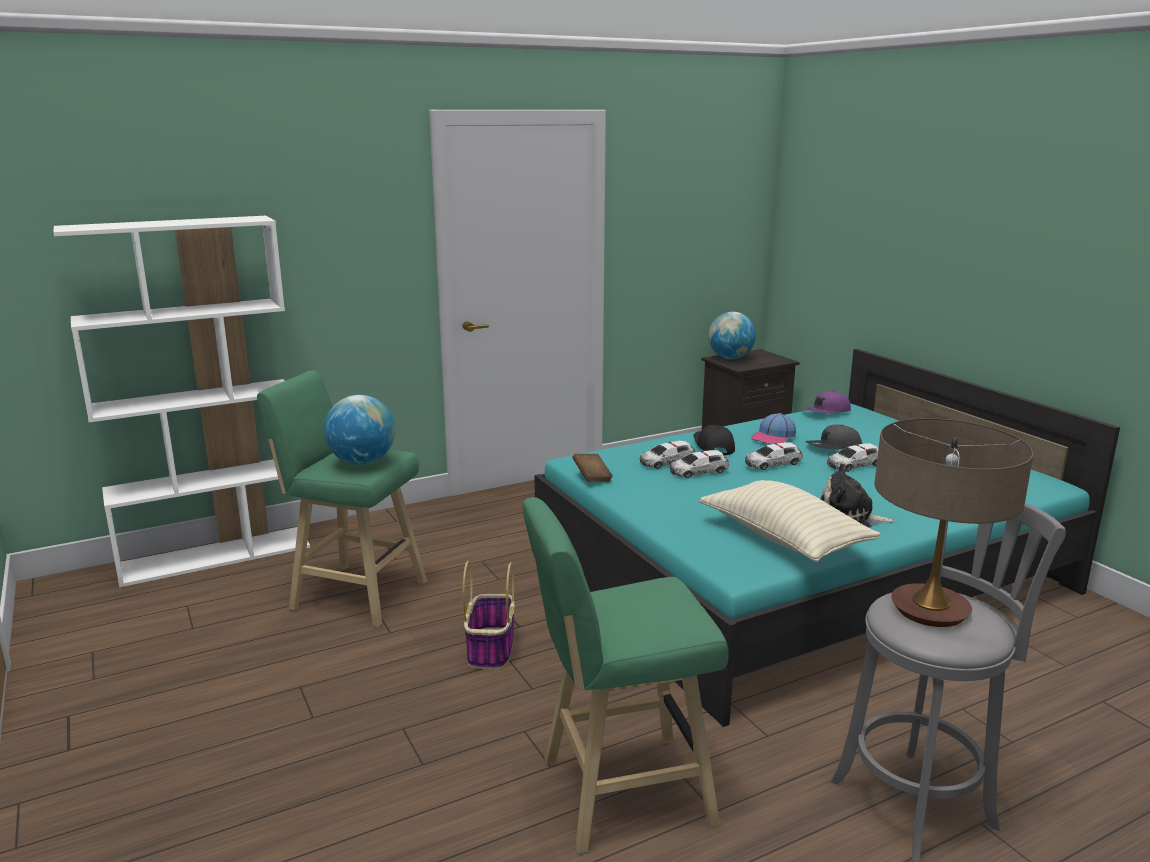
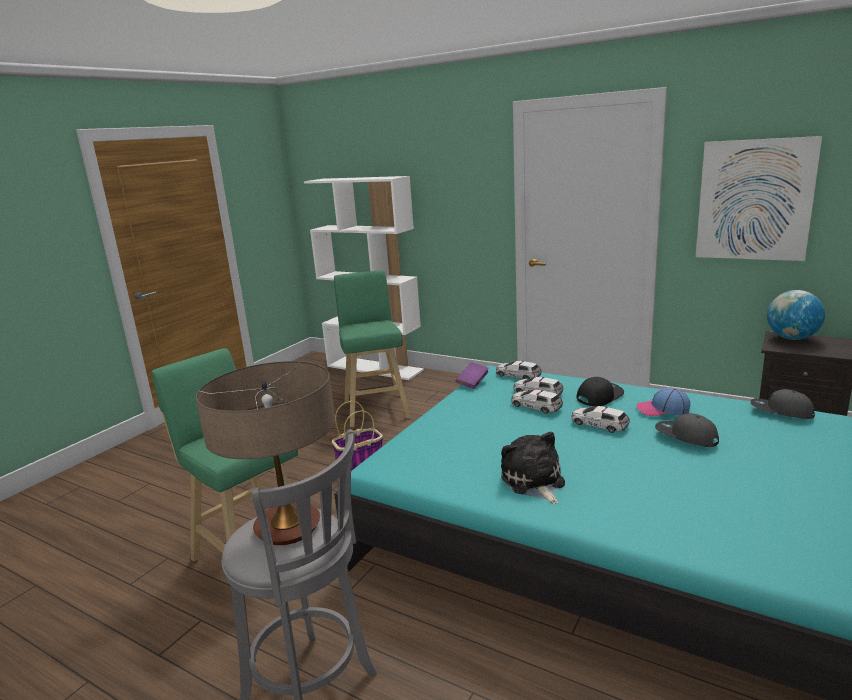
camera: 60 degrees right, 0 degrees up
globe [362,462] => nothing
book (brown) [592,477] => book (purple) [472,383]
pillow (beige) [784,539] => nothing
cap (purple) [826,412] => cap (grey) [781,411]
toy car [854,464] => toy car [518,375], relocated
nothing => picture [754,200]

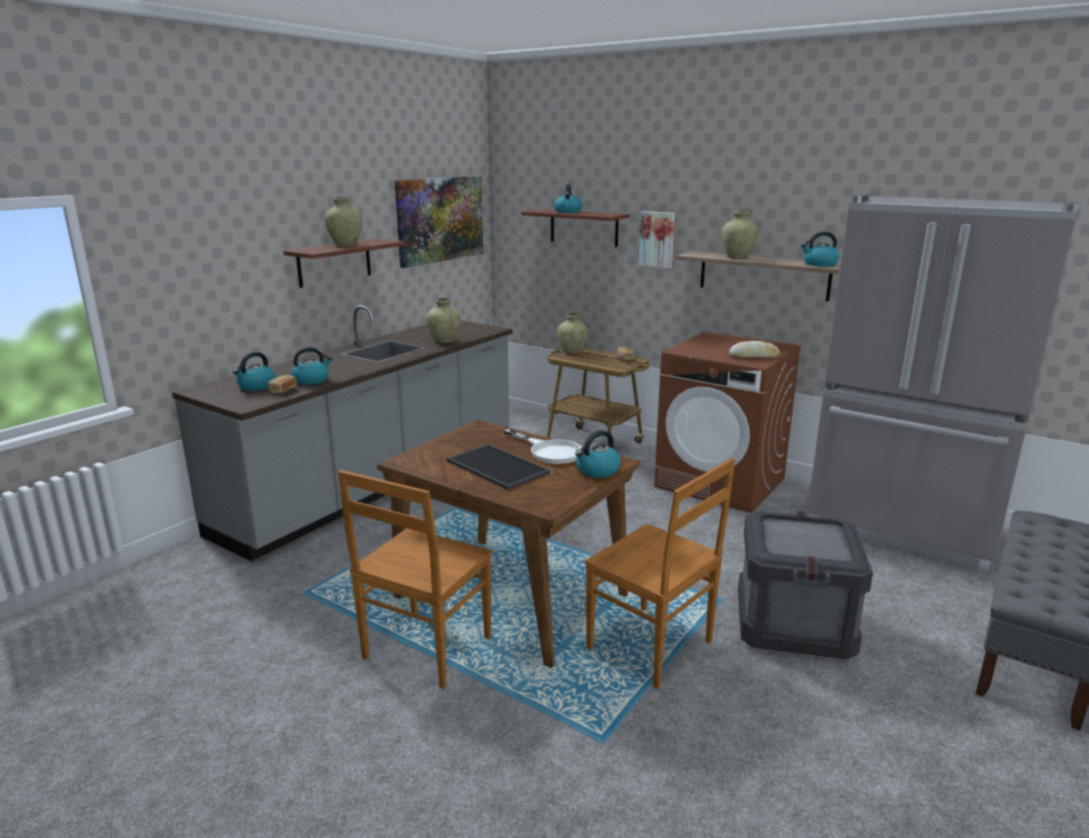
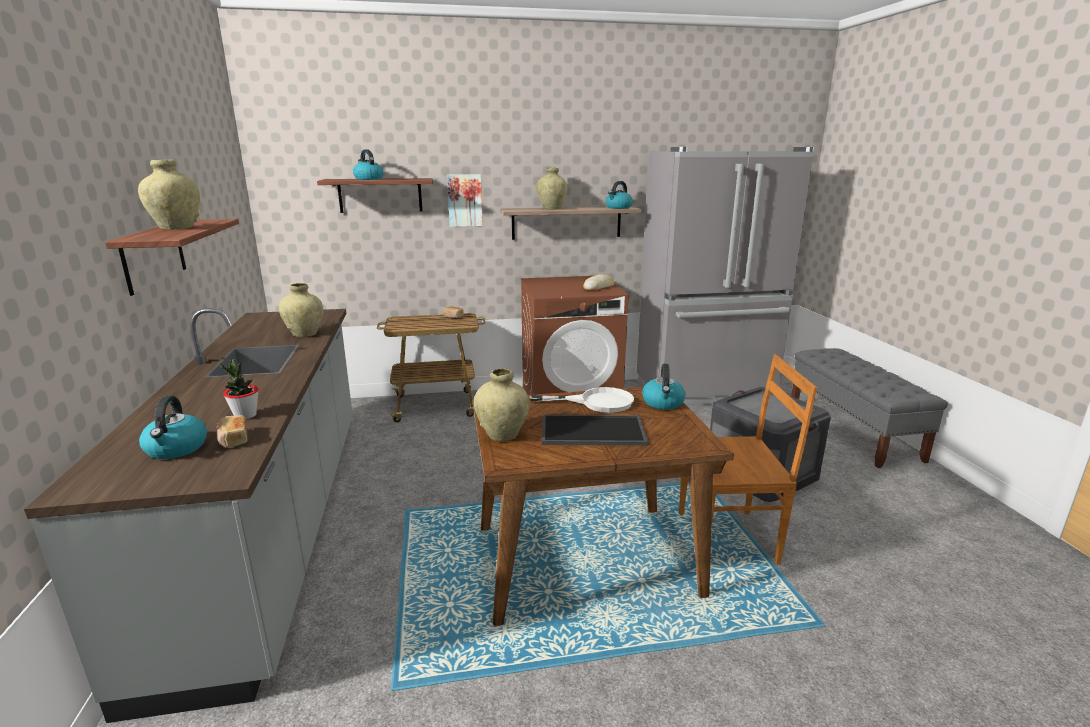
camera: 45 degrees left, 0 degrees up
kettle [311,380] => potted plant [245,416]
chair (brown) [425,650] => nothing
picture [440,219] => nothing
vase (beige) [572,352] => vase (beige) [502,435], relocated

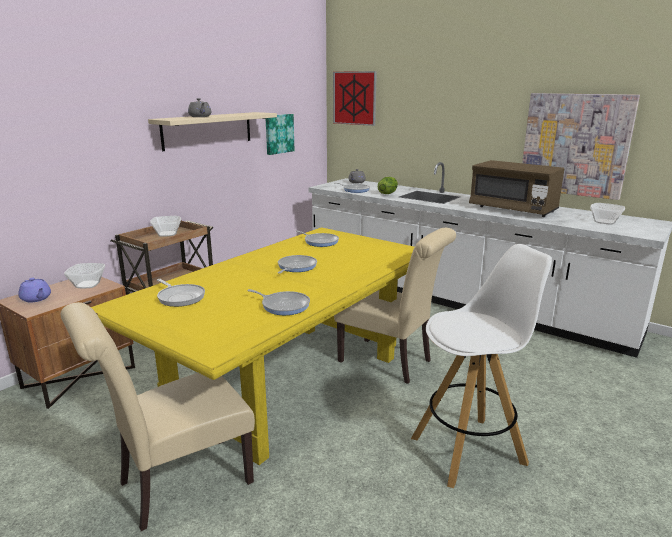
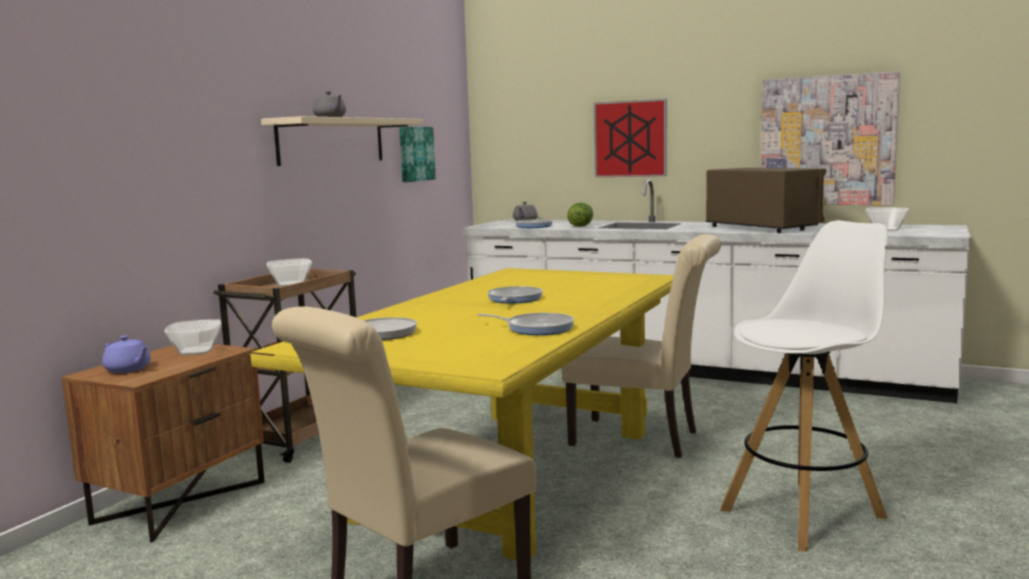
camera: 10 degrees left, 10 degrees down
frying pan [320,242] => nothing
picture [354,98] => picture [630,139], relocated
microwave (brown) [512,209] => microwave (brown) [762,228], 150 degrees counterclockwise

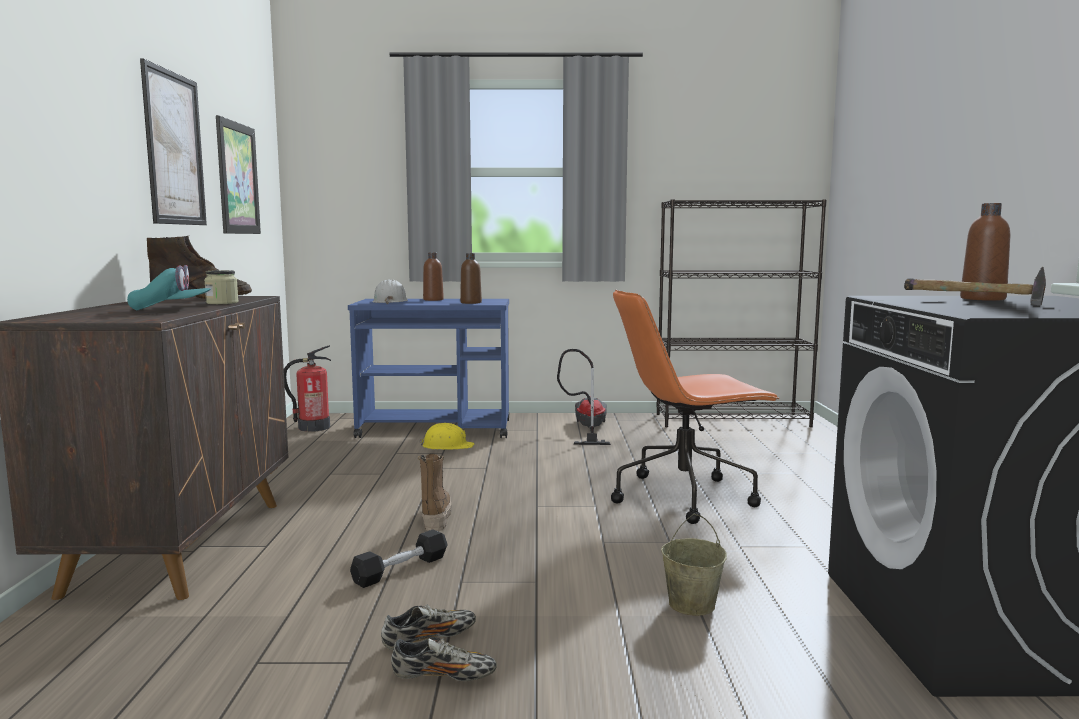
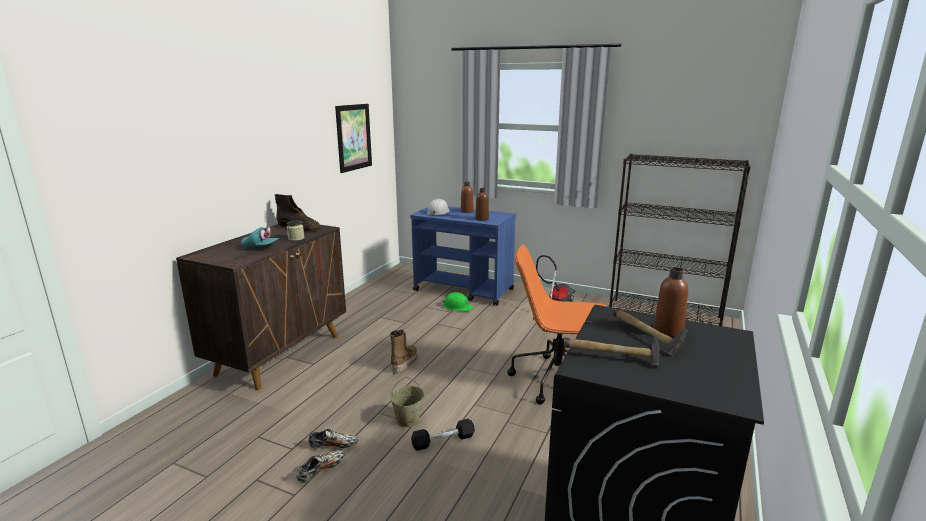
camera: 25 degrees right, 10 degrees up
picture [174,149] => nothing
fire extinguisher [313,427] => nothing
dumbbell (black) [400,570] => dumbbell (black) [443,441], relocated
shoe [444,677] => shoe [321,470], 75 degrees counterclockwise
hard hat (yellow) [447,446] => hard hat (green) [457,306]
bucket (beige) [691,604] => bucket (beige) [408,419], relocated
nothing => hammer [612,358]

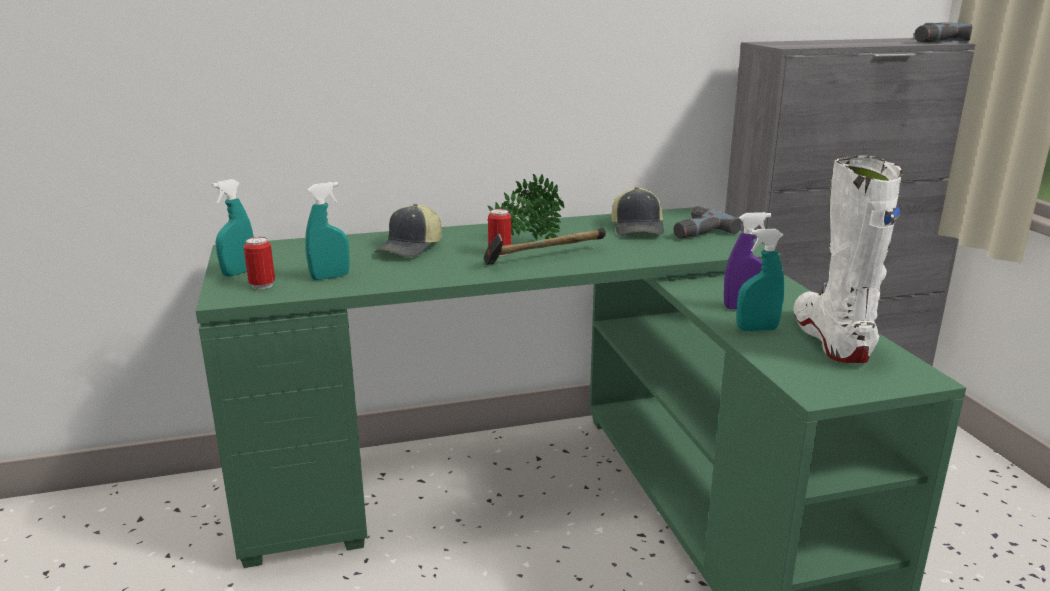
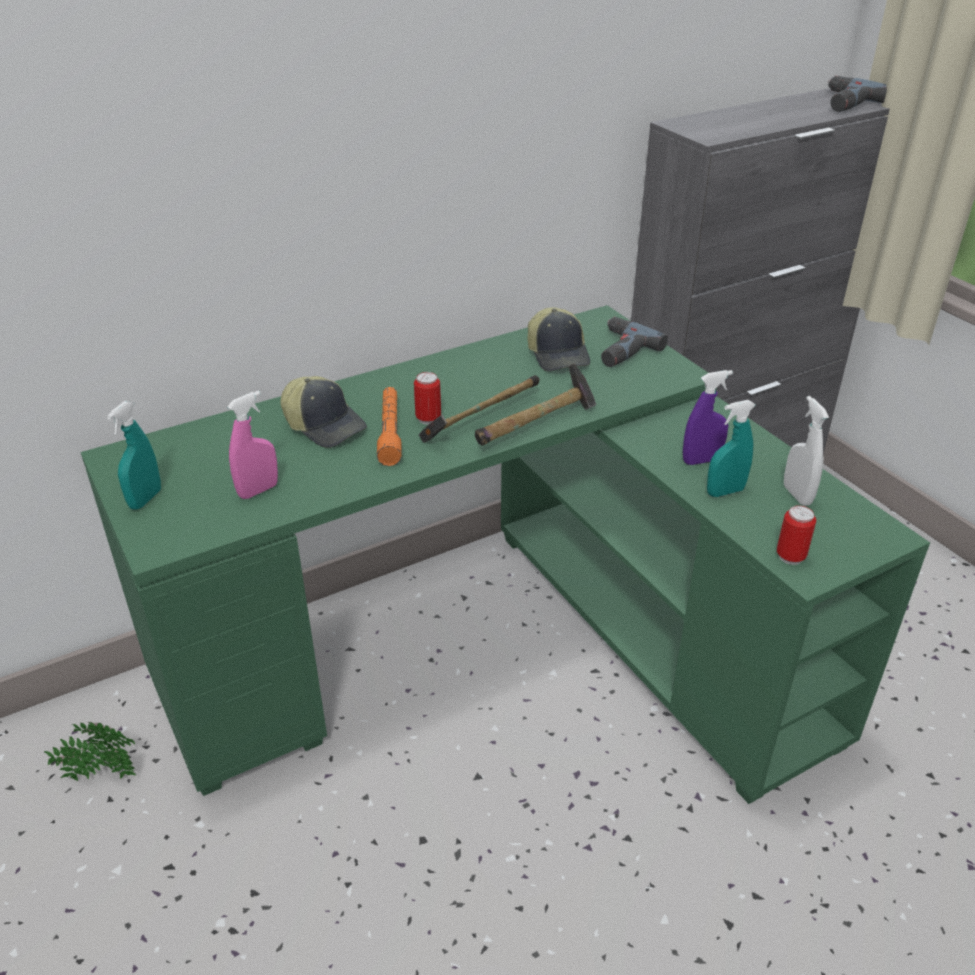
camera: 15 degrees left, 15 degrees up
can [262,285] => can [790,557], relocated
spray bottle (turquoise) [330,277] => spray bottle (pink) [258,490]
cap [411,248] => cap [325,425], 60 degrees counterclockwise
potted plant [526,241] => potted plant [100,774], relocated
boot (white) [831,339] => spray bottle (white) [797,495]
nothing => flashlight (orange) [390,432]
nothing => hammer [538,425]

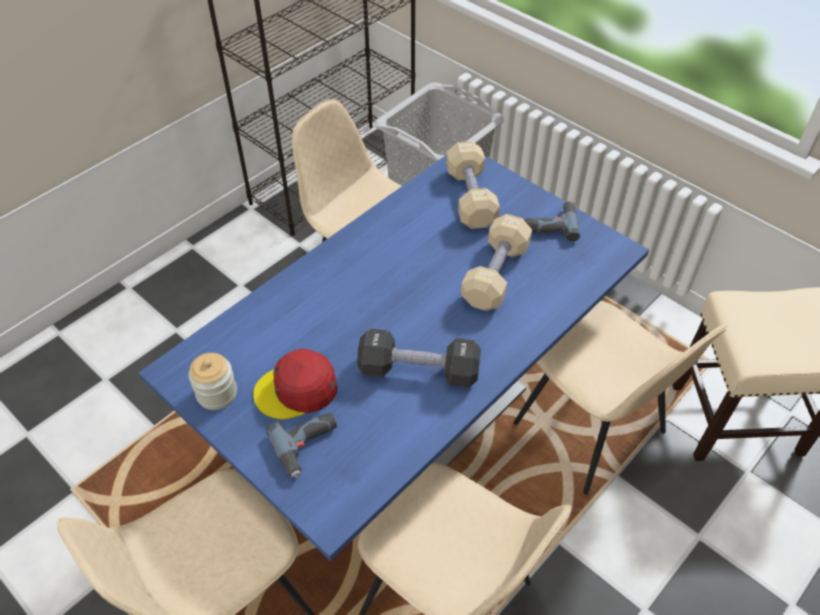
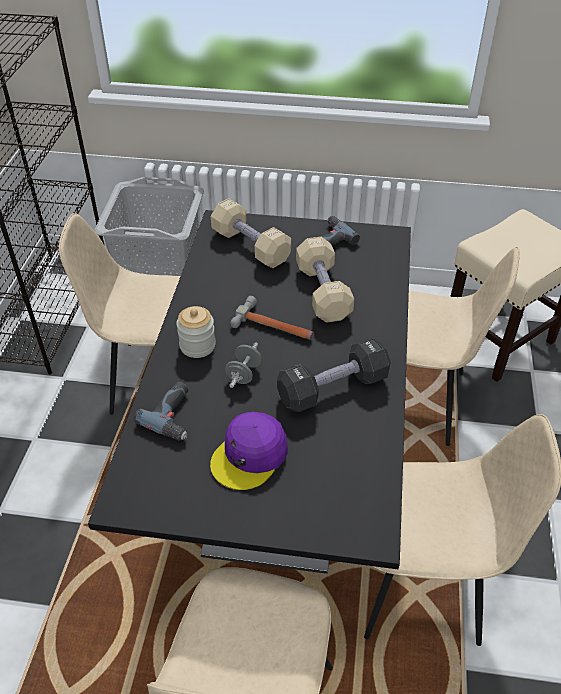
camera: 35 degrees left, 5 degrees down
dining table (blue) [409,423] => dining table (black) [280,469]
jar [217,393] => jar [197,346], relocated
cap (red) [297,390] => cap (purple) [250,456]
power drill [308,446] => power drill [175,416], relocated
nothing => dumbbell (grey) [244,374]
nothing => hammer [274,327]

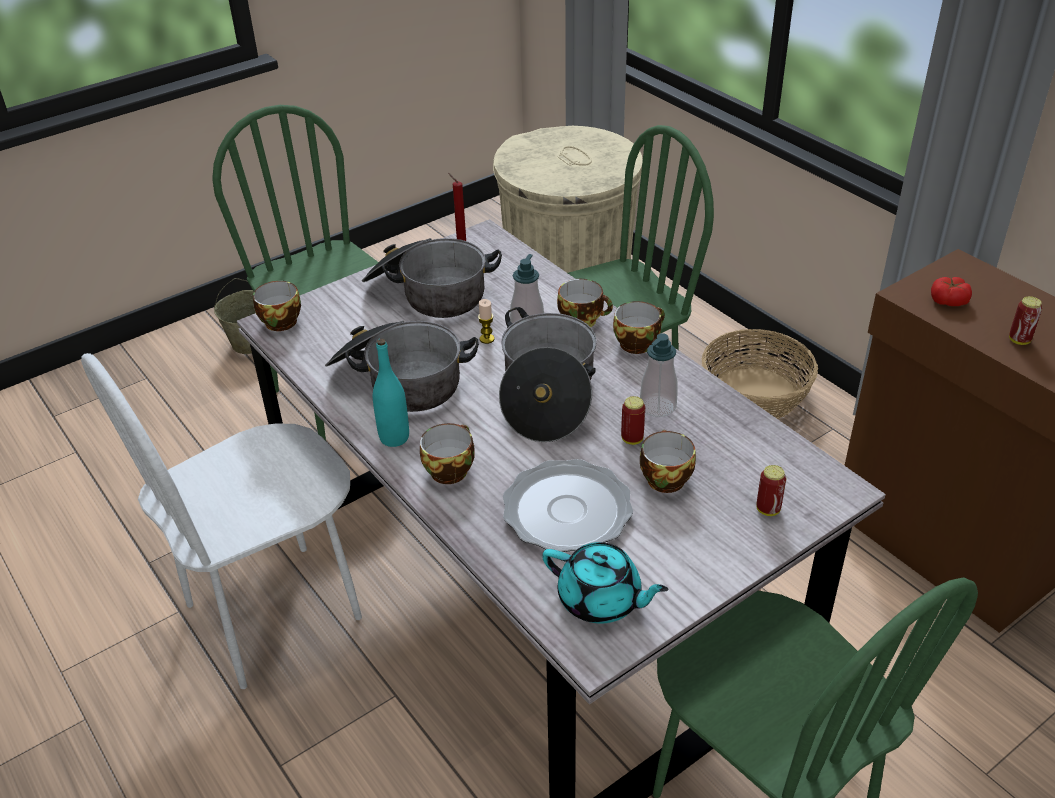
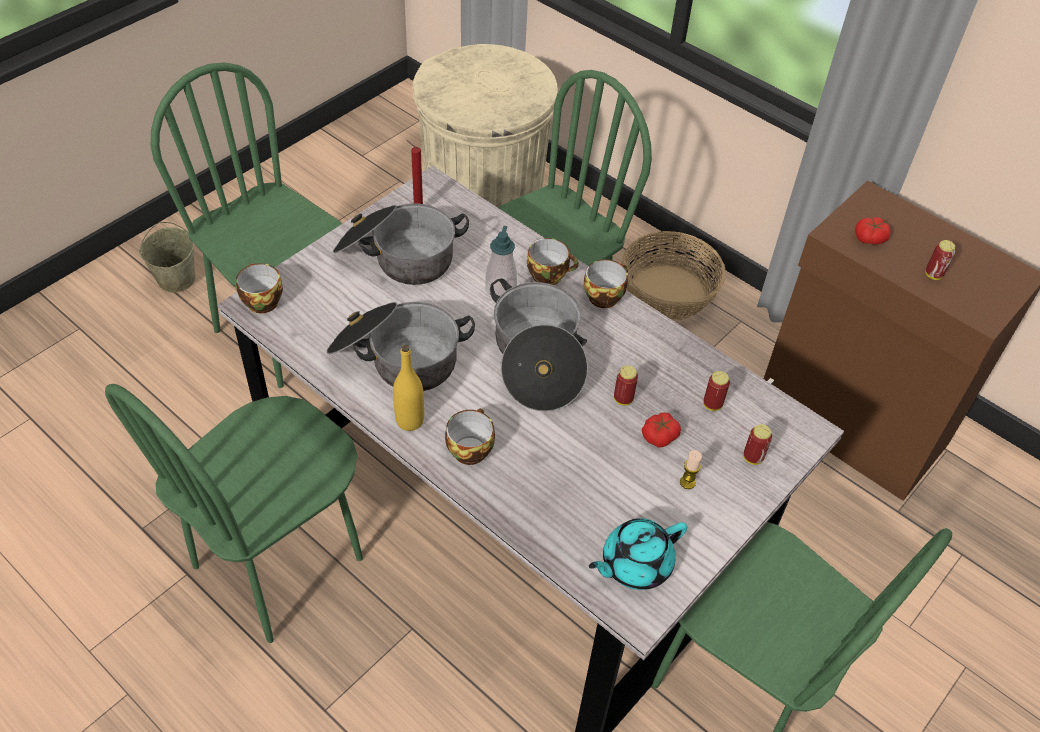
camera: 15 degrees left, 10 degrees up
chair (white) [274,612] => chair (green) [279,563]
bottle (turquoise) [394,438] => bottle (yellow) [410,421]
candle [487,339] => candle [687,482], relocated
plate [567,509] => nothing
teapot (turquoise) [601,600] => teapot (turquoise) [635,564], 135 degrees clockwise
soap dispenser [657,406] => nothing
cup [664,477] => tomato [659,436]
nothing => can [712,404]

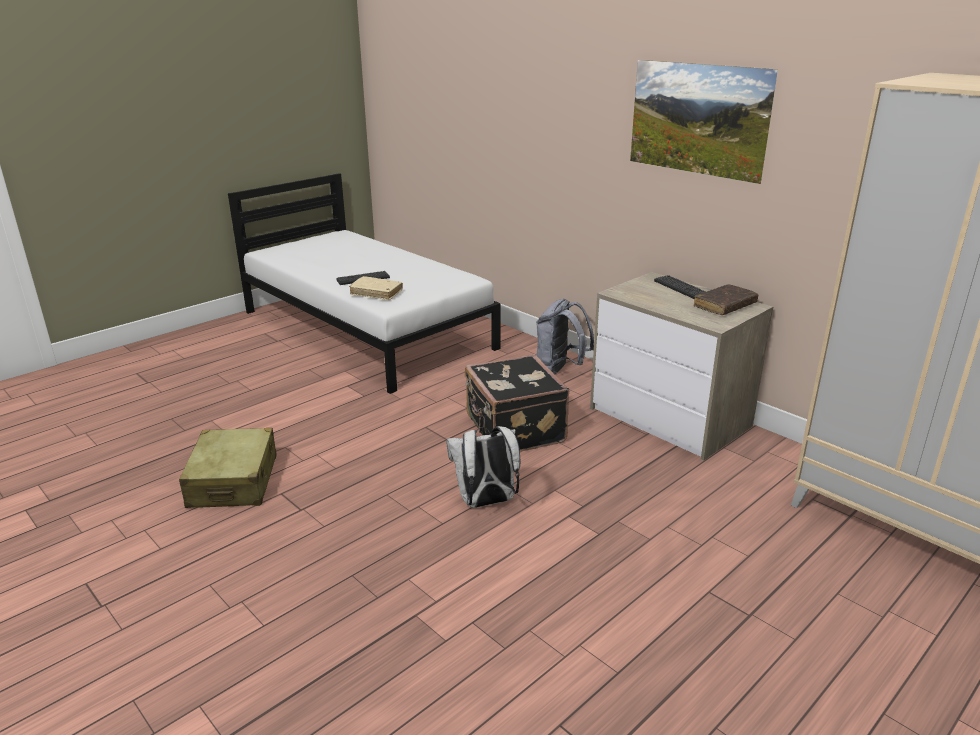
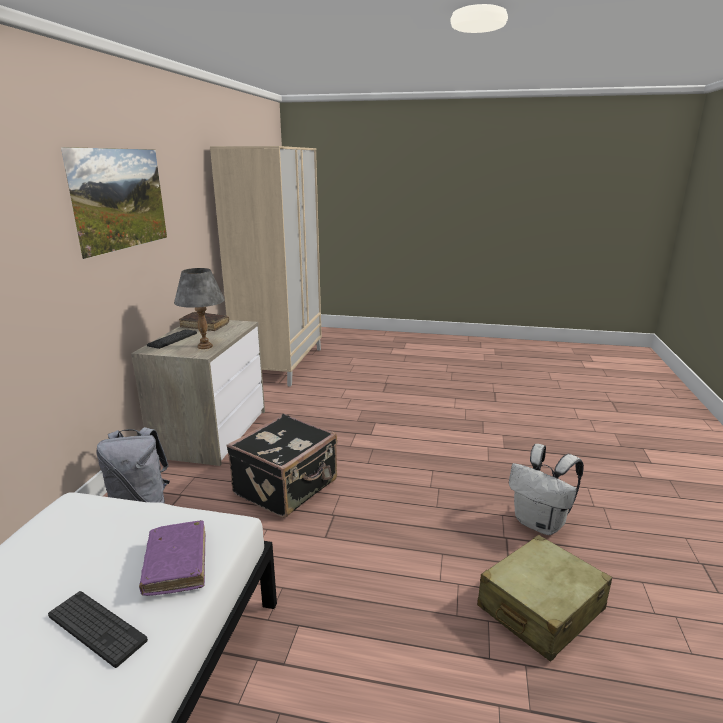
camera: 125 degrees left, 5 degrees down
book (beige) [376,293] => book (purple) [176,564]
backpack (white) [486,502] => backpack (white) [540,523], relocated
nothing => table lamp (grey) [205,346]

